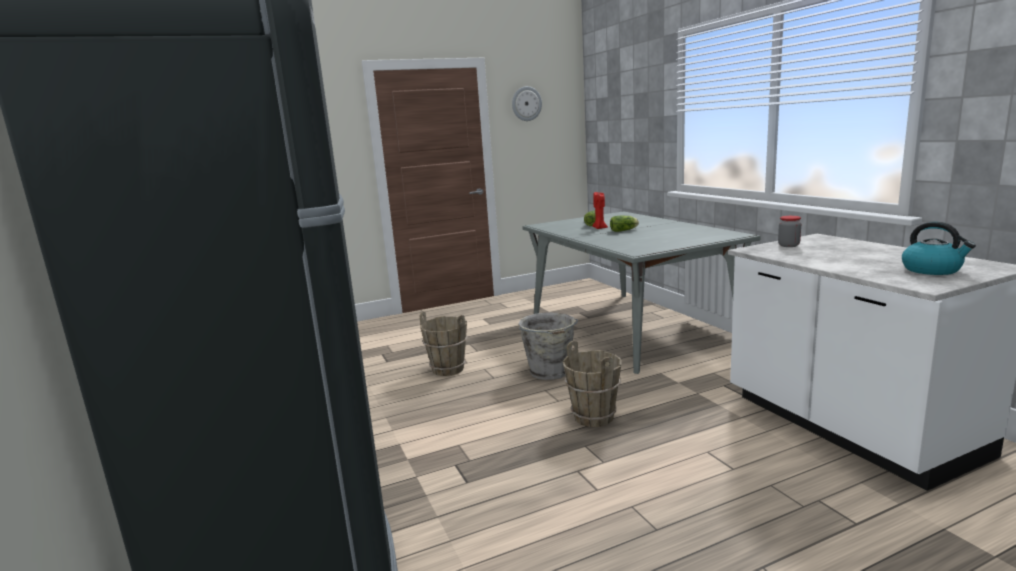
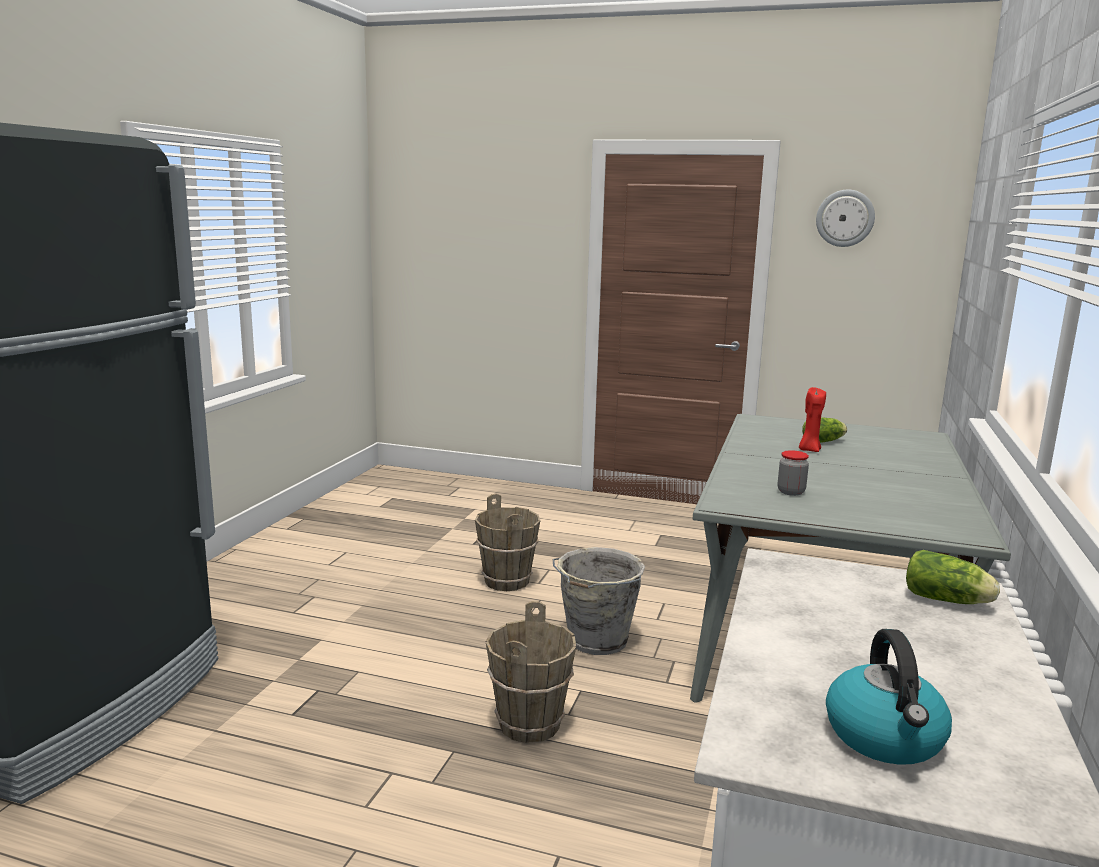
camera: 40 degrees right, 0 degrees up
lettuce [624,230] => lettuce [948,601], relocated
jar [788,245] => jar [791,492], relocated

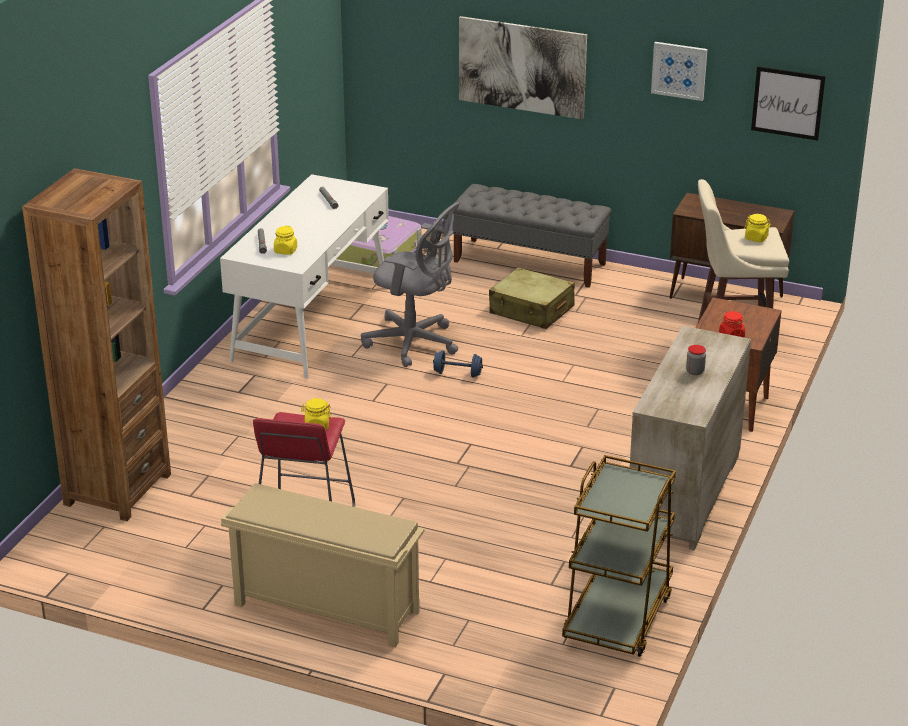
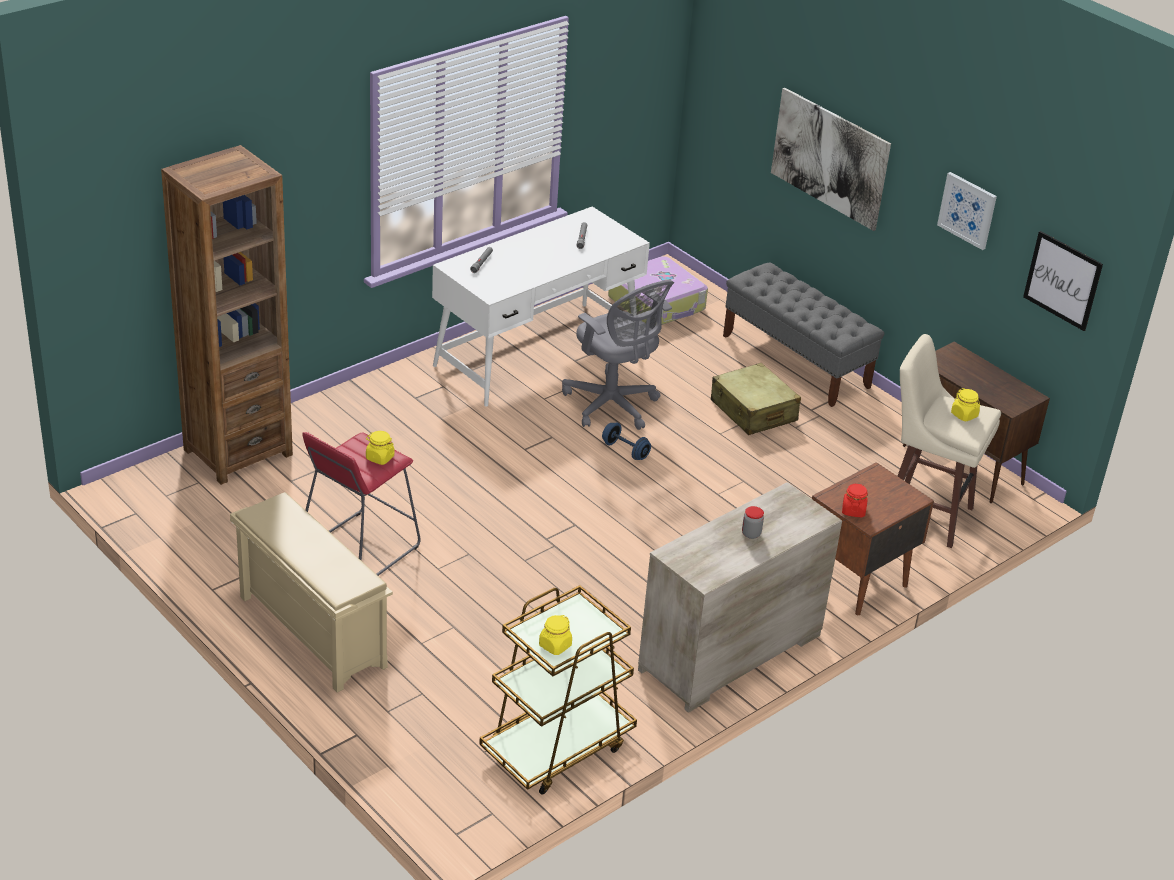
camera: 25 degrees right, 5 degrees up
jar (yellow) [285,251] => jar (yellow) [555,645], relocated

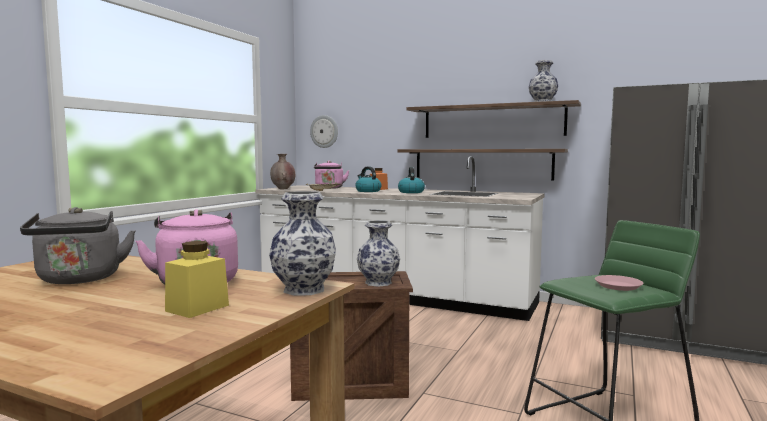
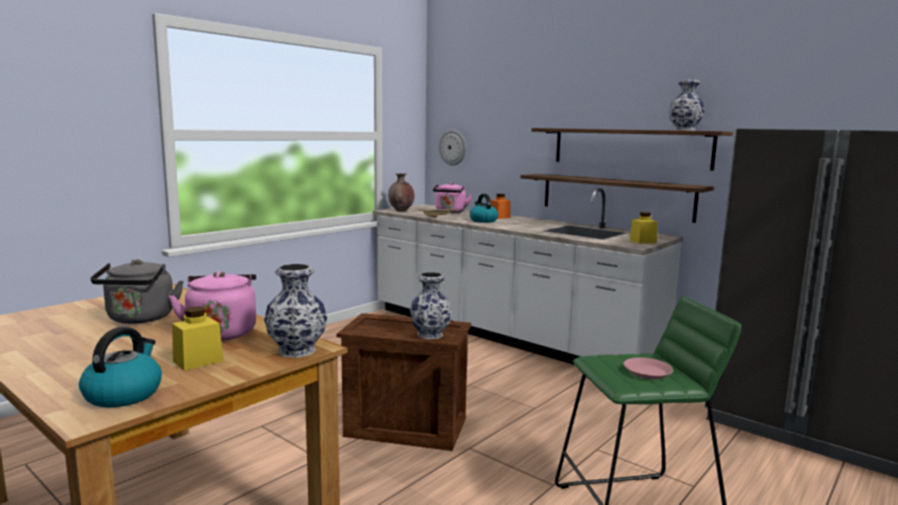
camera: 15 degrees right, 5 degrees up
kettle [411,192] => kettle [124,394], relocated
nothing => jar (yellow) [643,241]

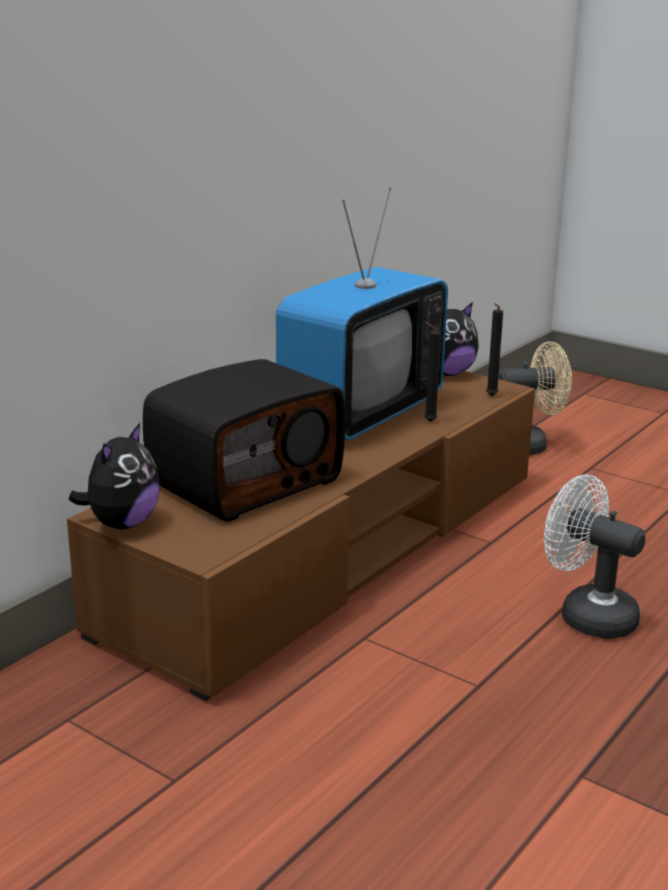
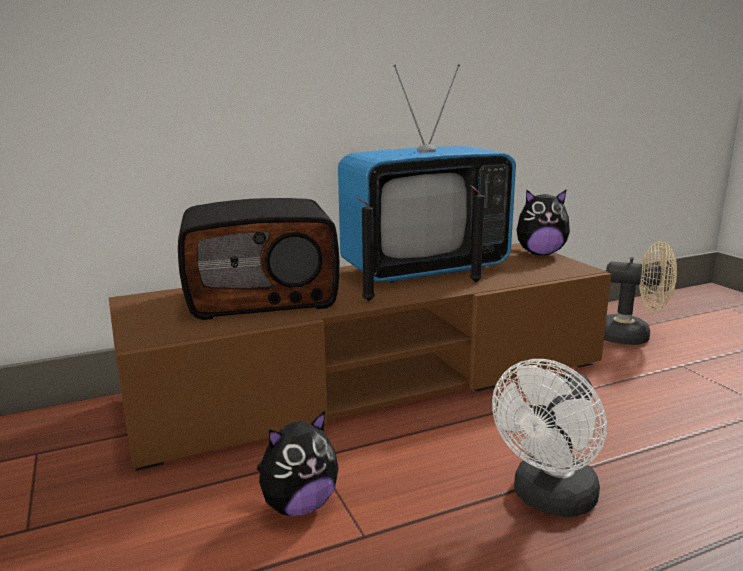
camera: 30 degrees right, 5 degrees down
plush toy [122,523] => plush toy [298,505], relocated
candle (black) [490,396] => candle (black) [366,301], relocated
fan (white) [586,615] => fan (white) [549,500], 120 degrees counterclockwise

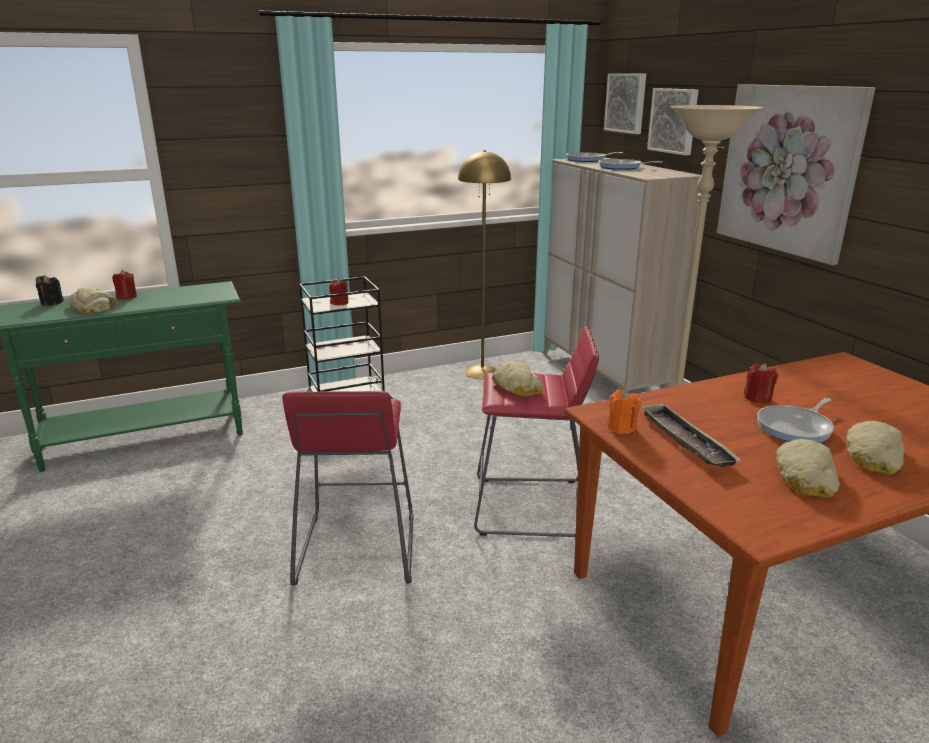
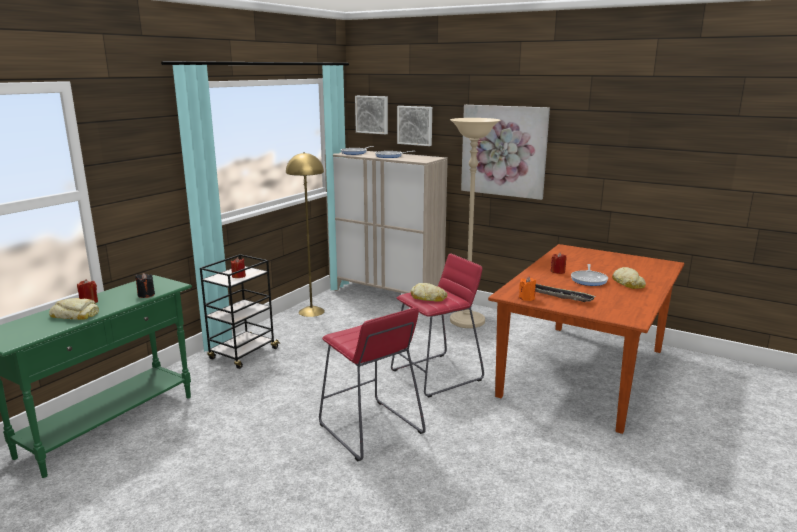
camera: 35 degrees left, 5 degrees down
candle (black) [52,302] => candle (black) [146,295], relocated
bread [805,477] => nothing

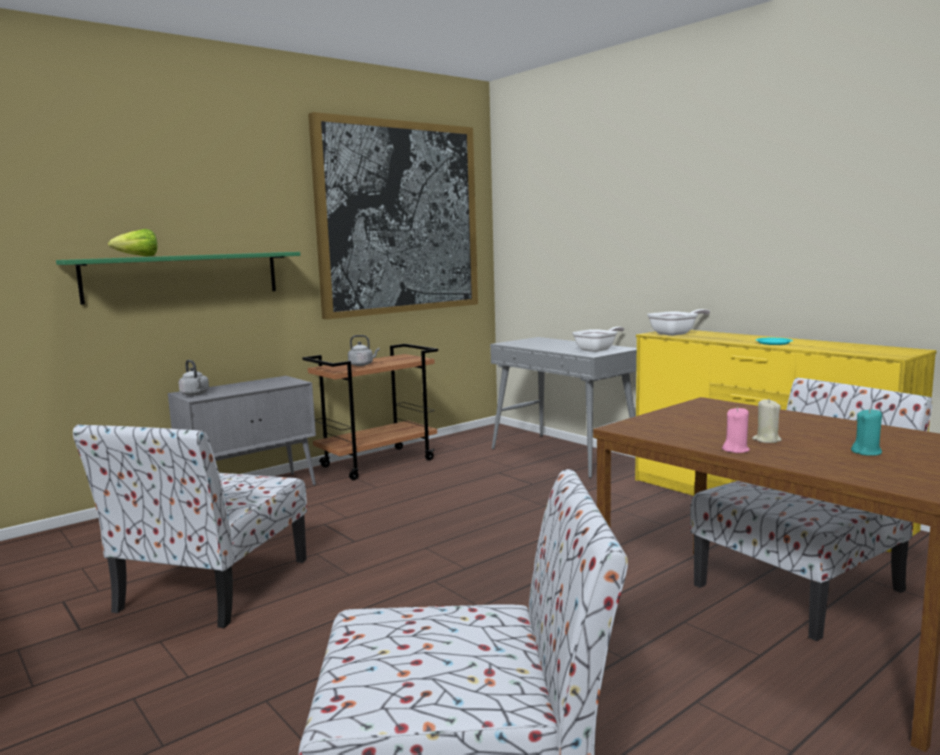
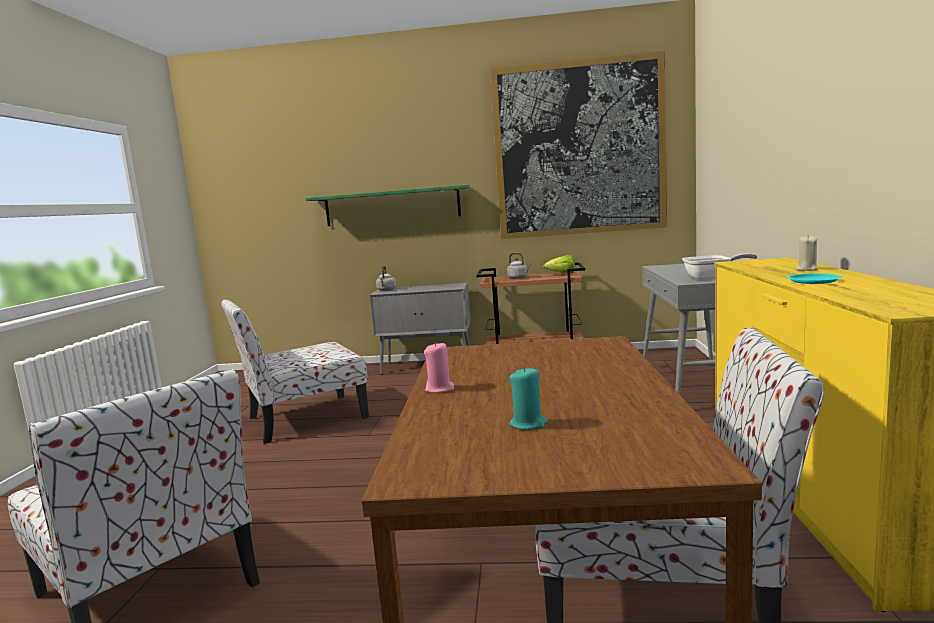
camera: 45 degrees right, 0 degrees up
lettuce [138,256] => lettuce [562,274], relocated
frying pan [676,333] => nothing
candle (beige) [766,440] => candle (beige) [806,269], relocated

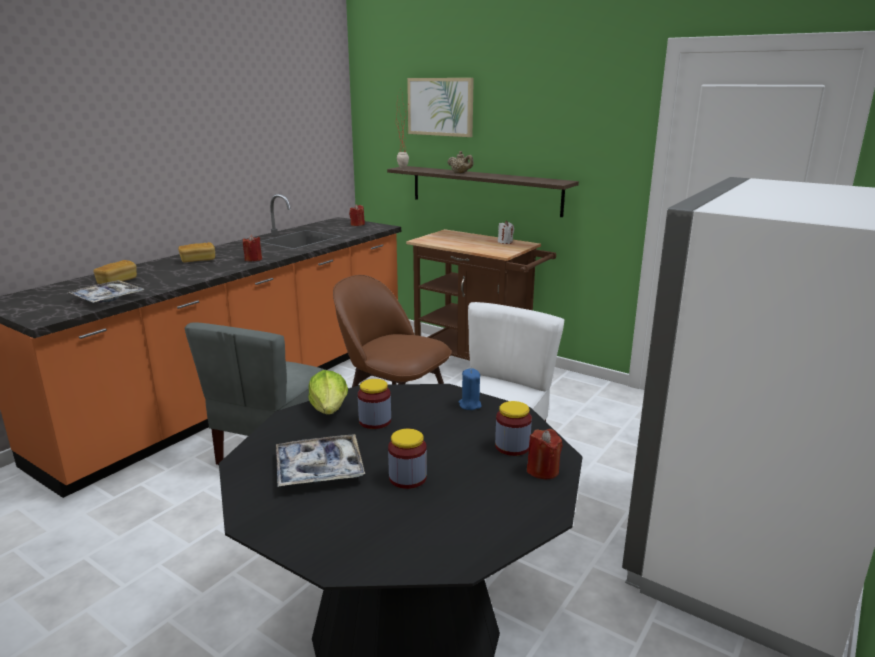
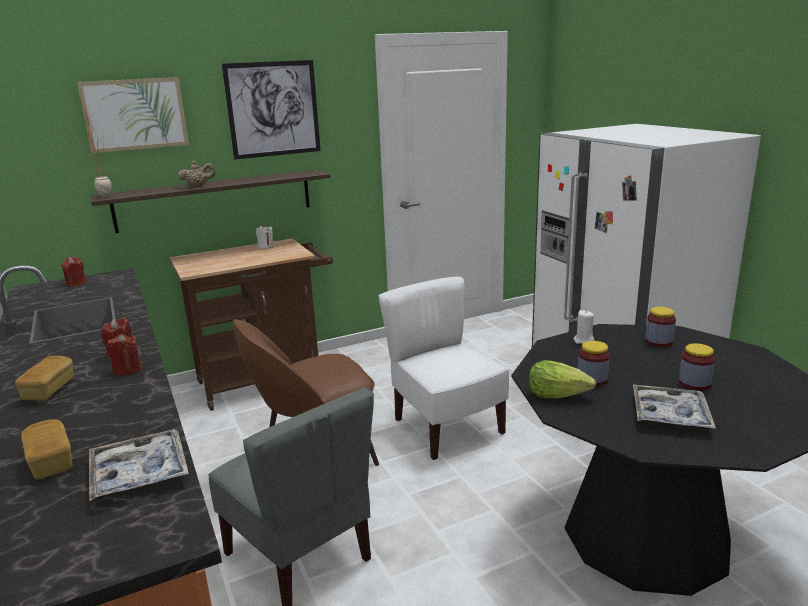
camera: 60 degrees left, 0 degrees up
candle (blue) [470,405] => candle (white) [583,341]
candle (red) [543,470] => candle (red) [127,370], relocated
nothing => picture [273,109]

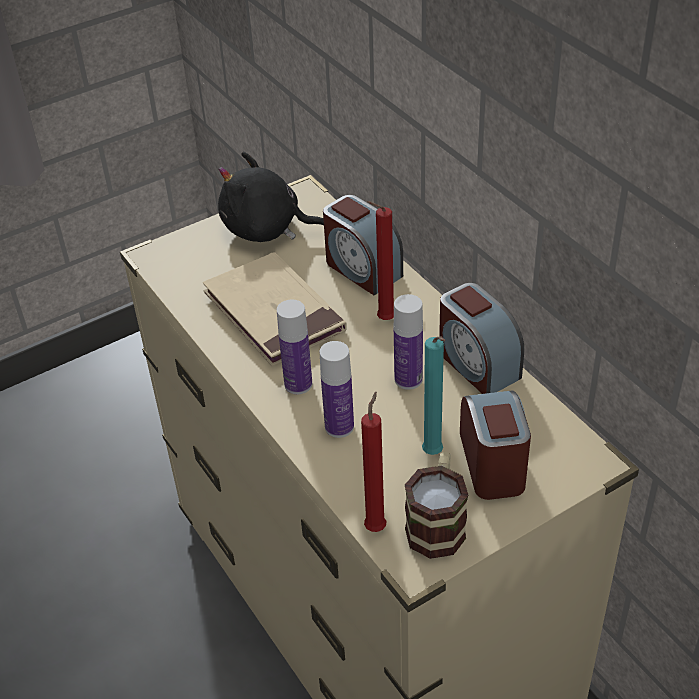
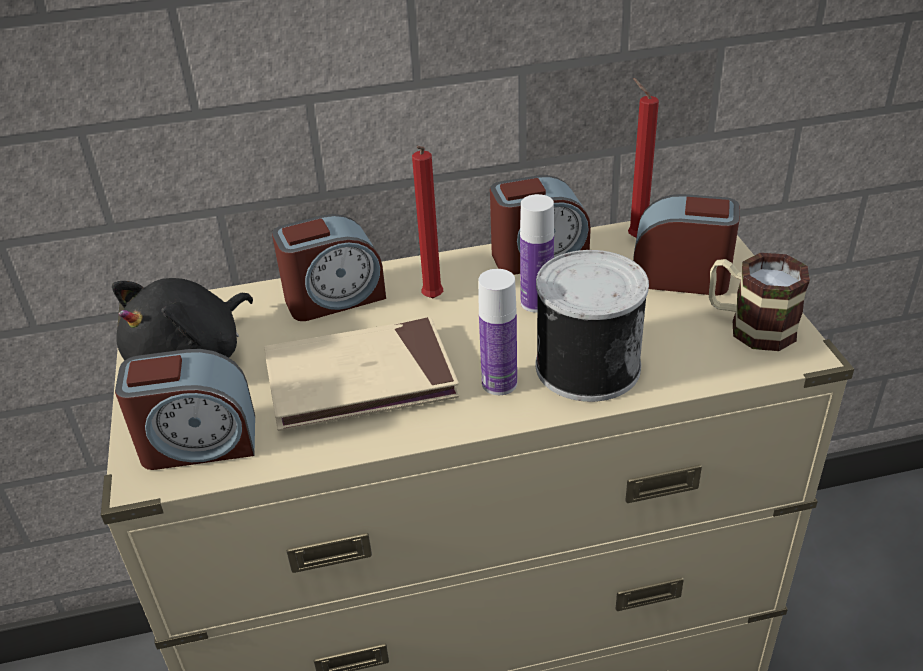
camera: 70 degrees left, 5 degrees down
bottle [339,427] => can [585,365]
candle (red) [376,526] => candle (red) [634,237], relocated
candle (turquoise) [434,455] => nothing
nothing => alarm clock [198,443]

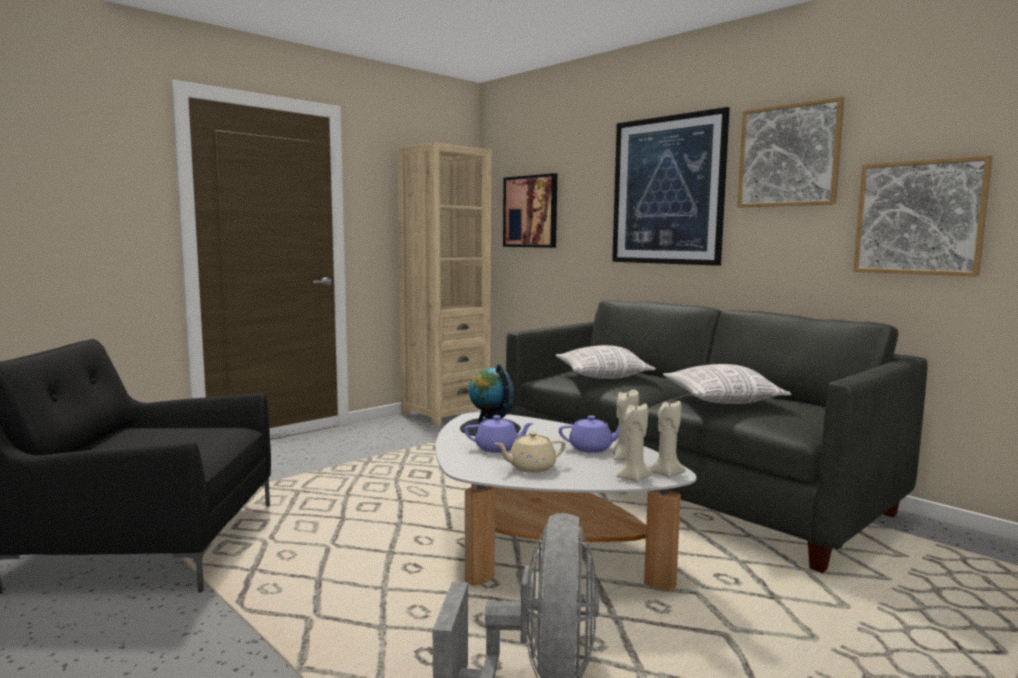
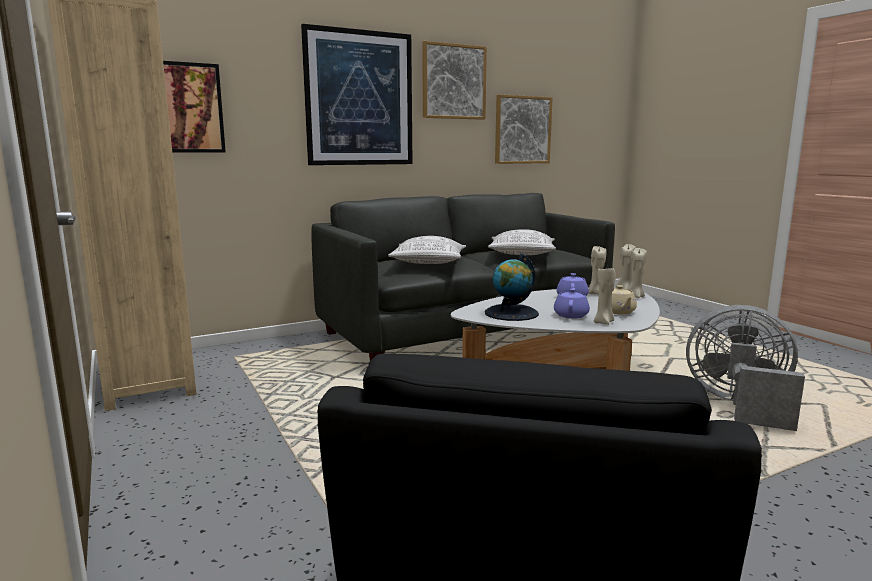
camera: 75 degrees left, 5 degrees up
nothing => candle (beige) [604,322]

